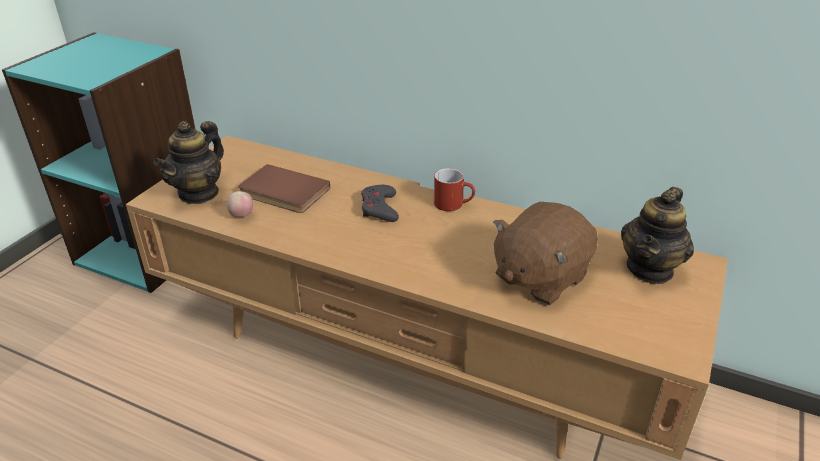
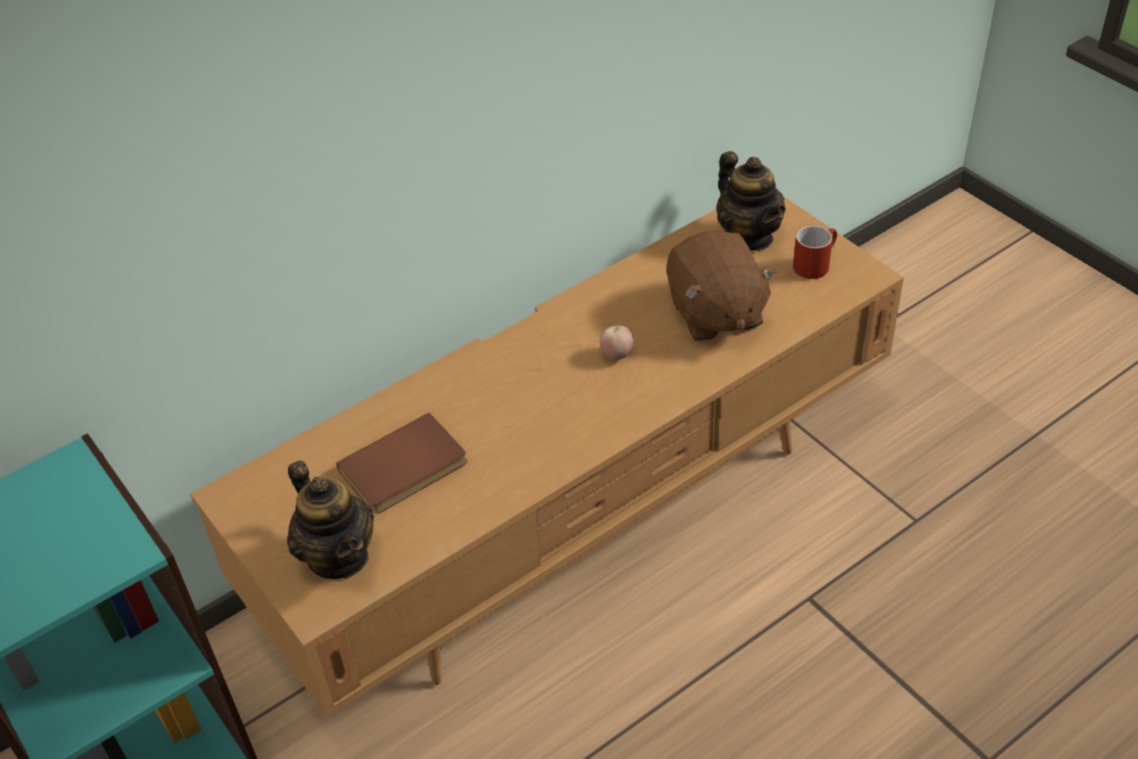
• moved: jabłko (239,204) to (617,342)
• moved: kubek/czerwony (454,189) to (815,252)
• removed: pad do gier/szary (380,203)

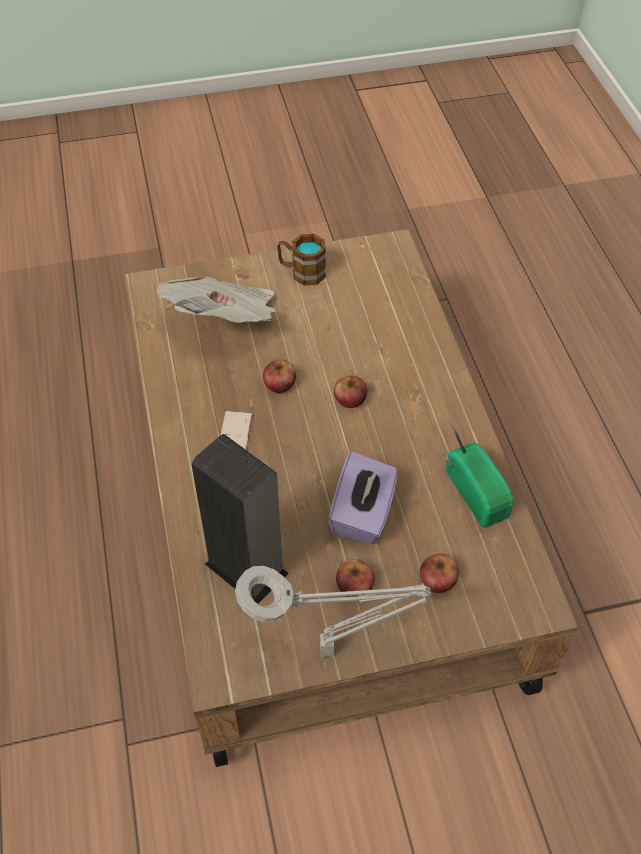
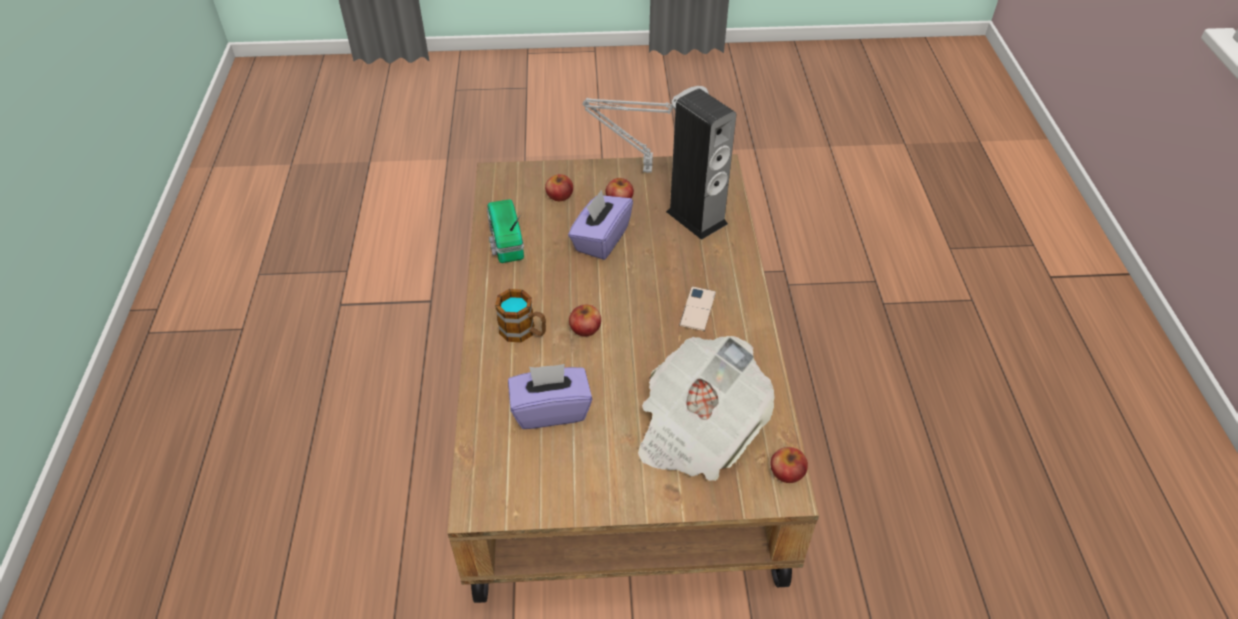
• moved: kubek (301,260) to (520,315)
• added: pudełko chusteczek/fioletowy (550,396)
• moved: jabłko (279,376) to (789,465)

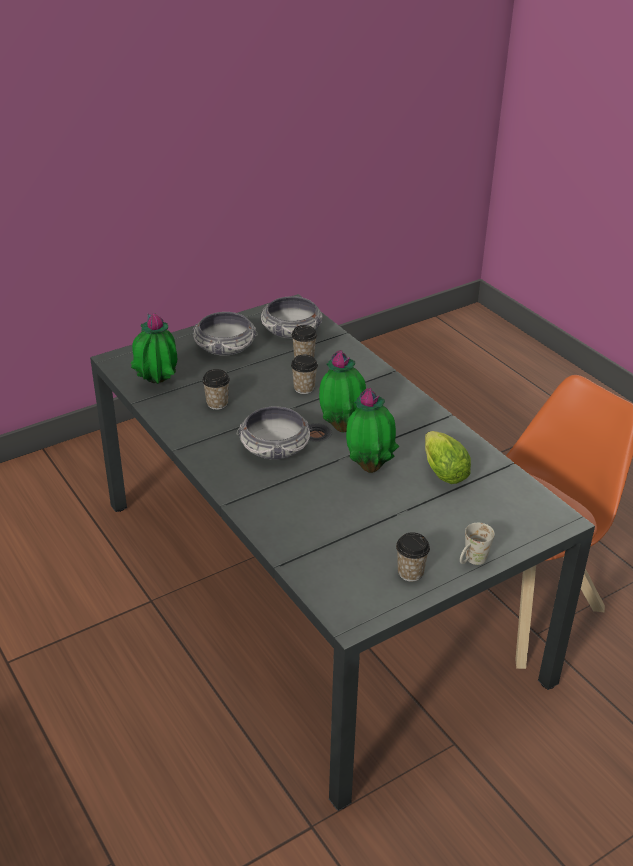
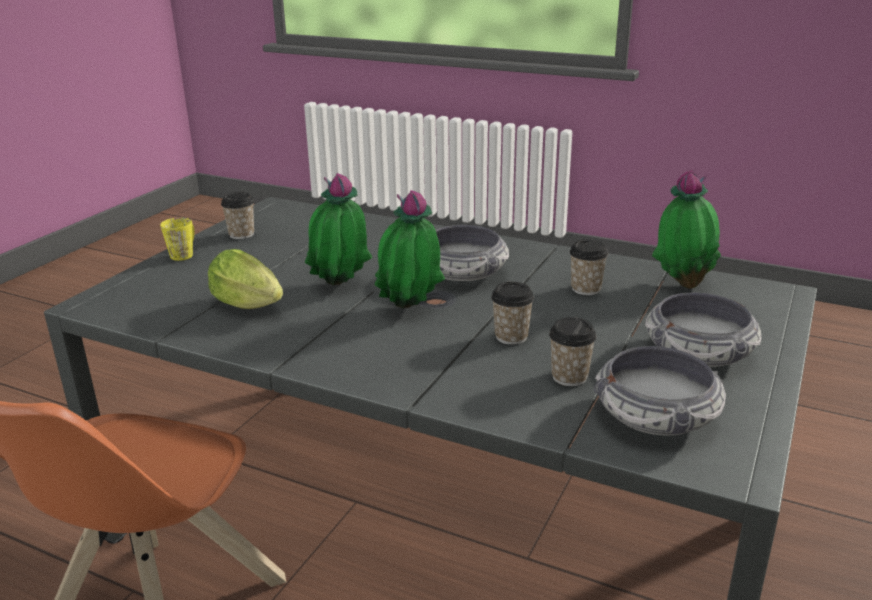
• recoloured: kubek/biały (477,544) to kubek/żółty (177,239)

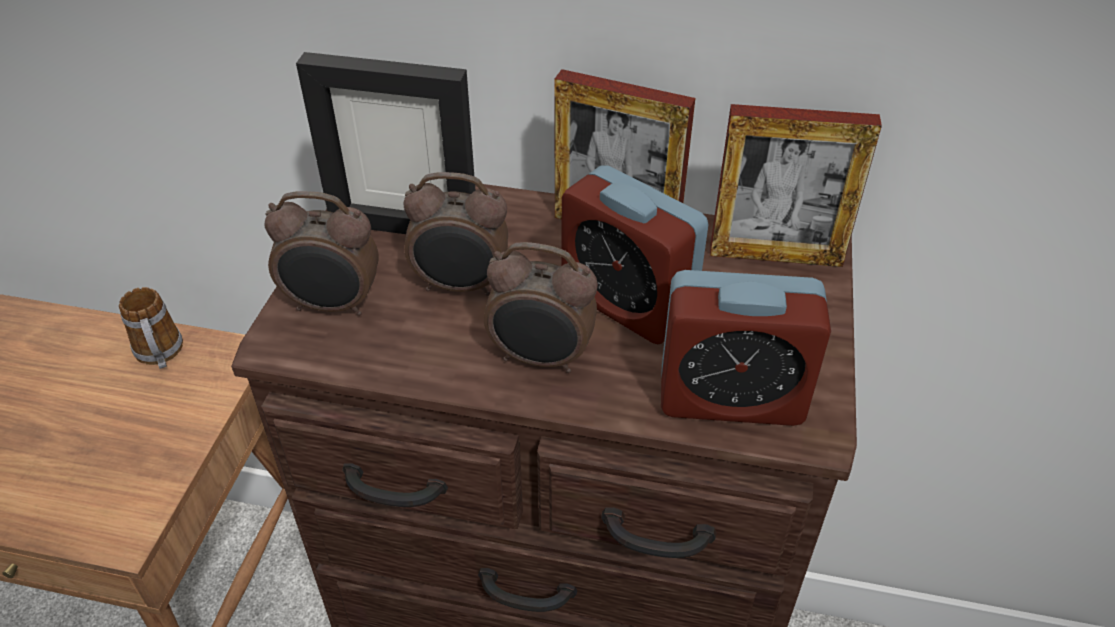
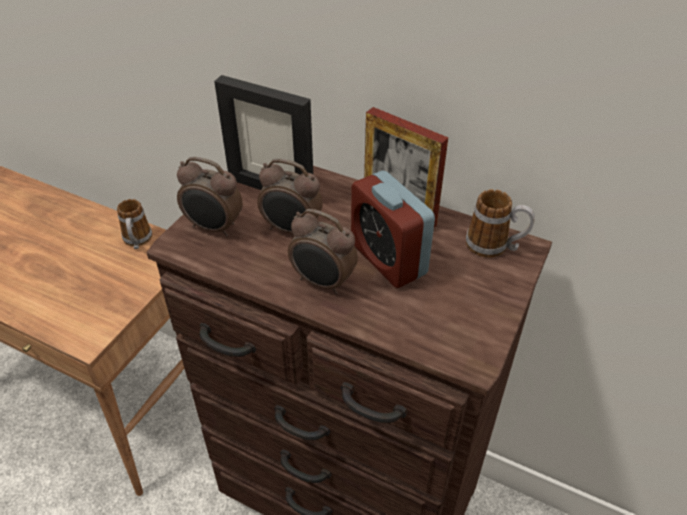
• replaced: ramka na zdjęcie (796,185) to kubek (500,223)
• removed: budzik (746,348)

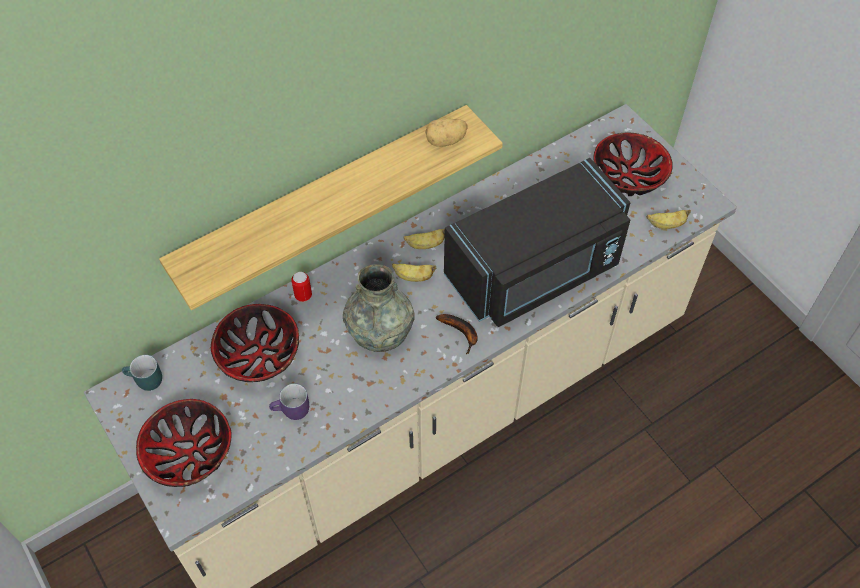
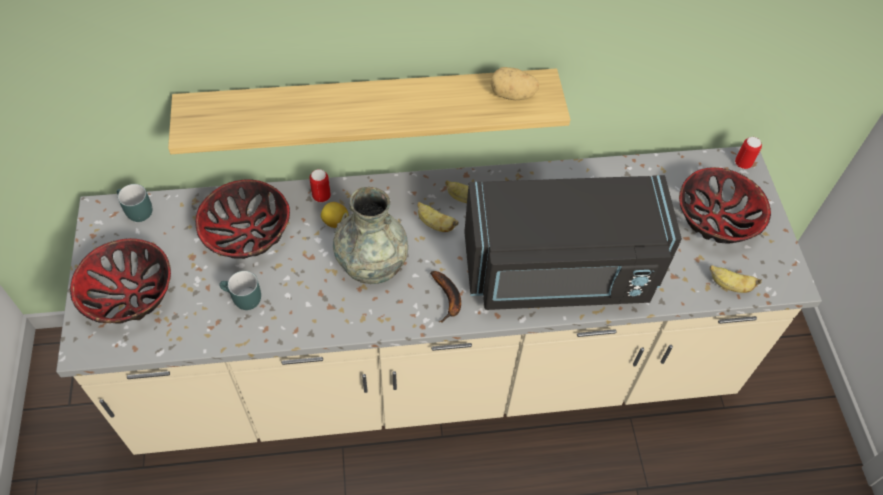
• recoloured: kubek/fioletowy (289,401) to kubek/turkusowy (240,290)
• added: cytryna (334,215)
• added: puszka (748,153)

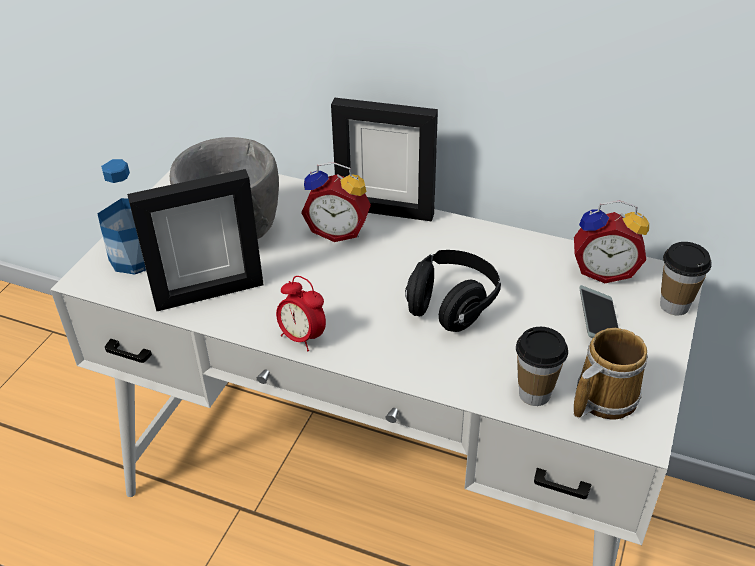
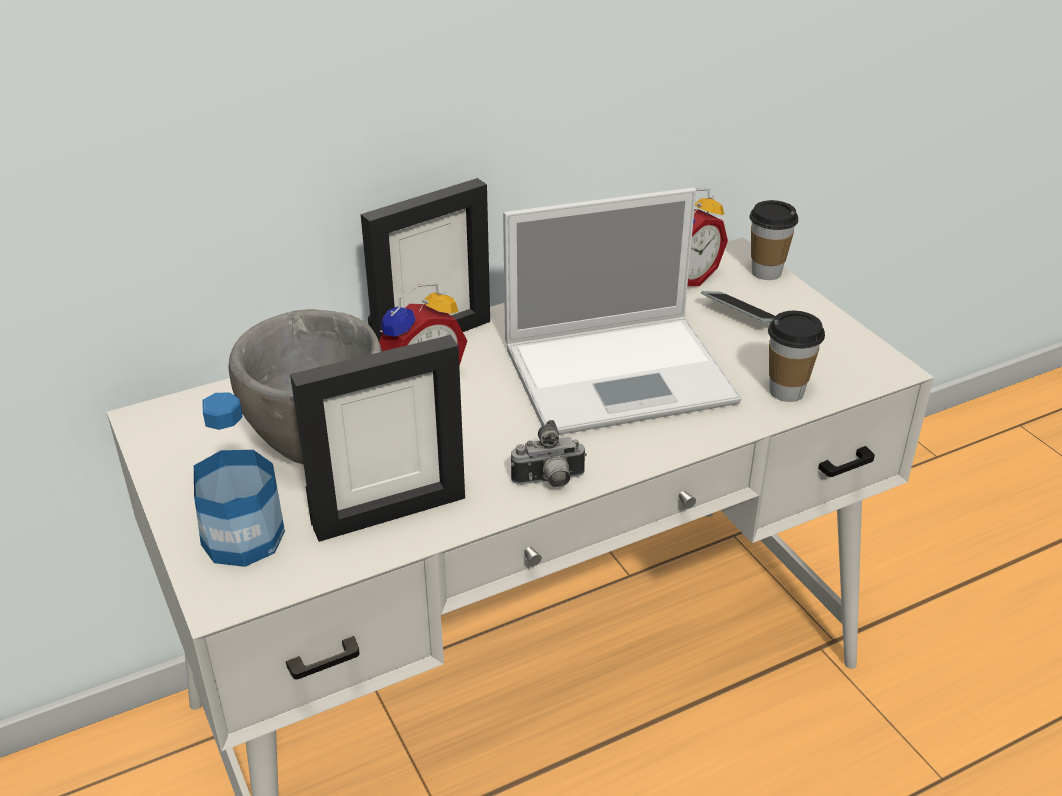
• turned: ramka na zdjęcie (195,240) = (377,438) 45 degrees clockwise
• replaced: słuchawki/czarny (453,291) to laptop (622,311)
• replaced: budzik (301,313) to aparat fotograficzny (548,454)
• removed: kubek (611,374)

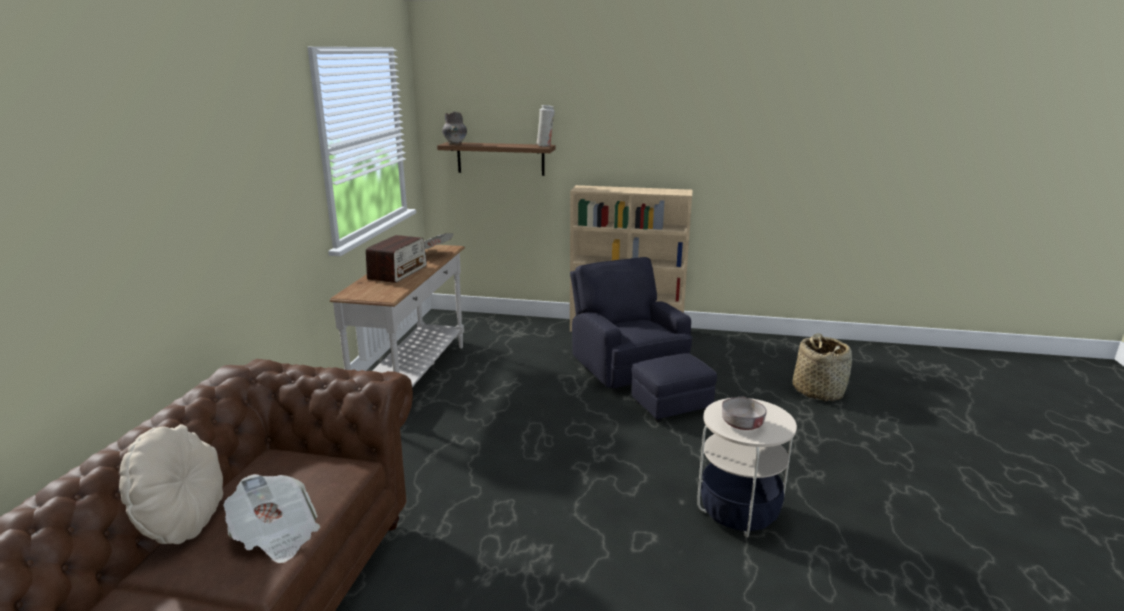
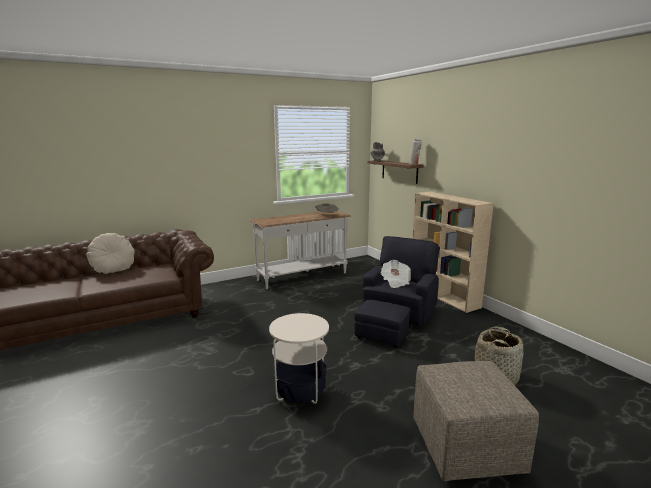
• moved: gazeta (271,518) to (396,274)
• added: pufa/beżowy (476,421)
• removed: radio (396,259)
• removed: miska/szary (744,413)

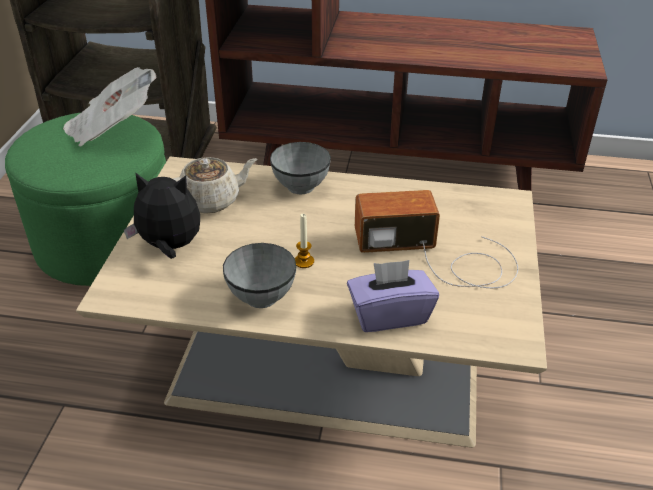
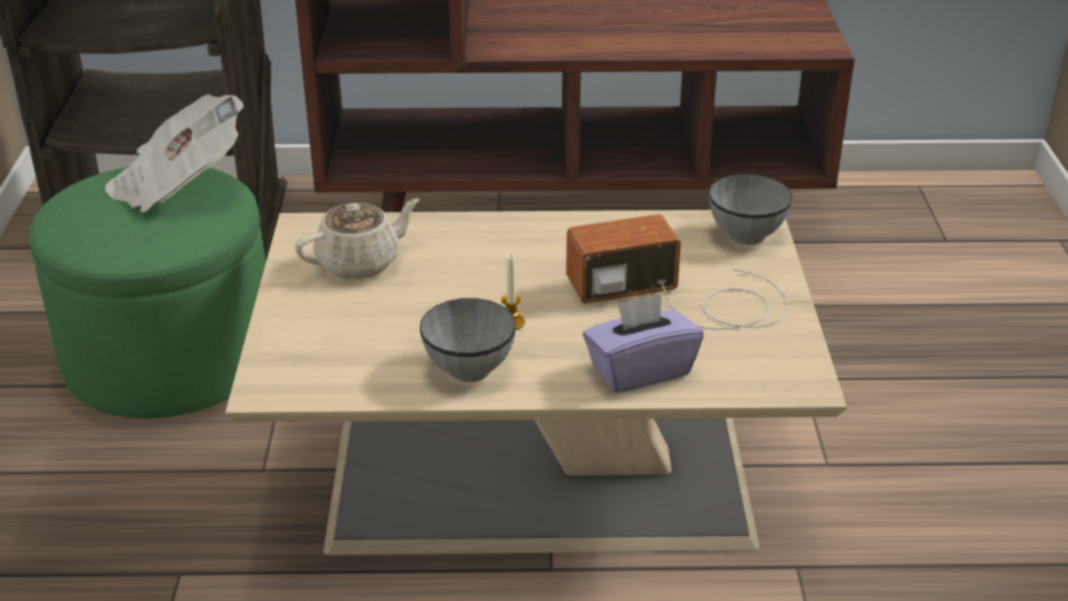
• moved: miska/szary (300,168) to (750,209)
• removed: pluszak (162,215)

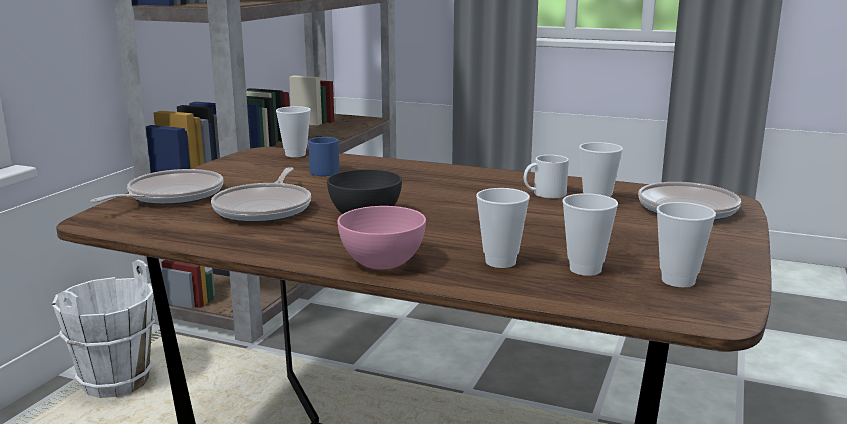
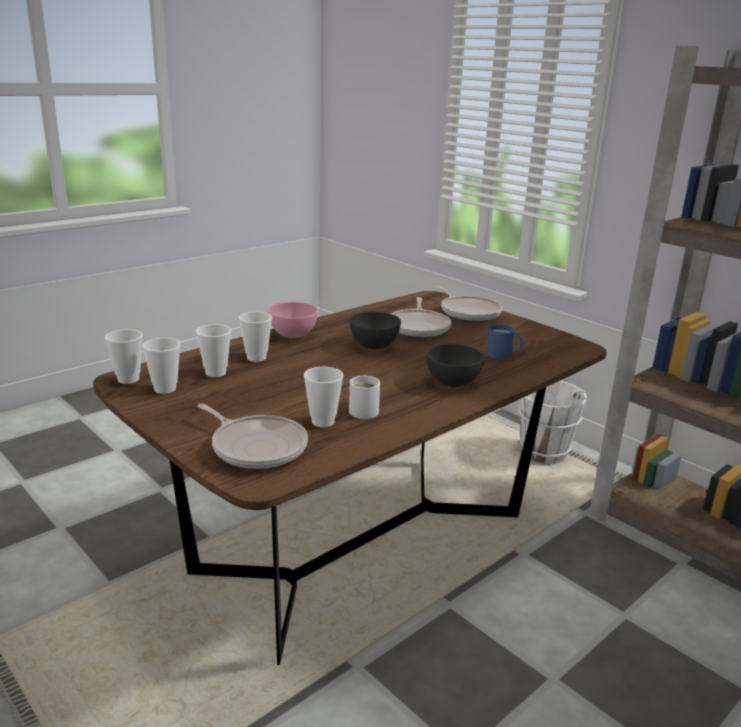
• moved: filiżanka (293,131) to (124,356)
• turned: patelnia (261,195) = (421,317) 120 degrees counterclockwise
• added: miska/szary (455,365)

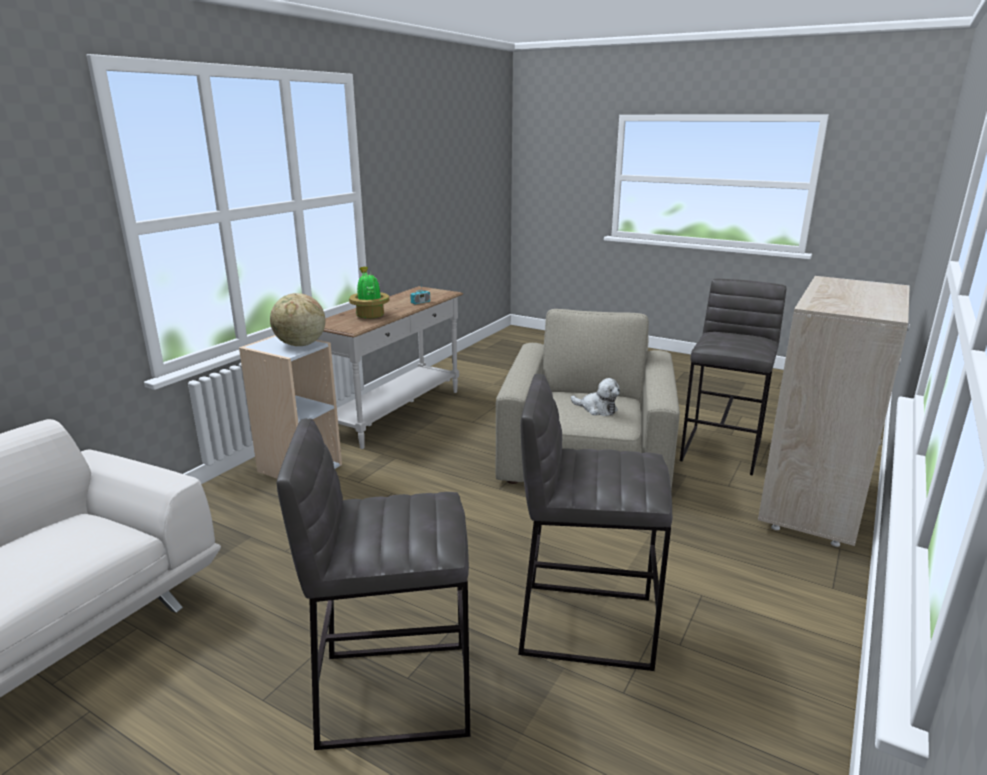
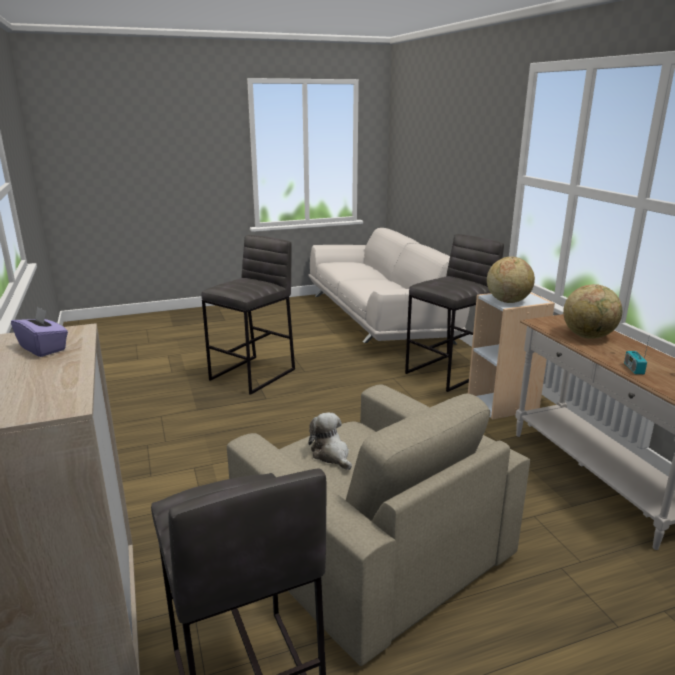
• added: pudełko chusteczek/fioletowy (39,331)
• turned: pluszak (595,397) = (330,441) 75 degrees clockwise
• moved: stołek/szary (595,522) to (454,313)
• replaced: roślina doniczkowa (369,292) to globus (592,311)

